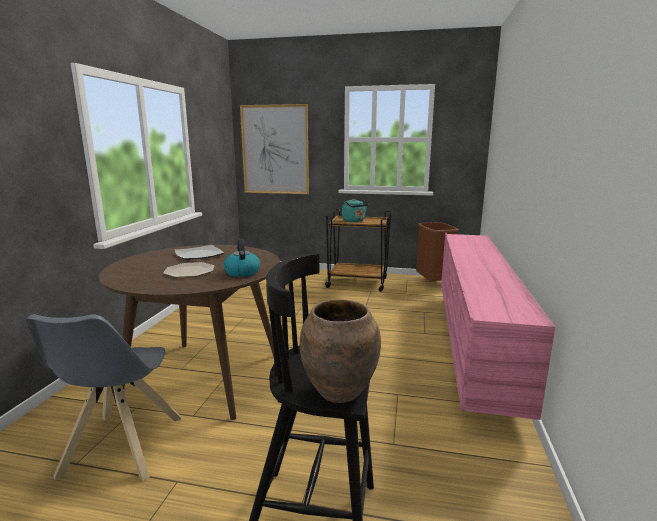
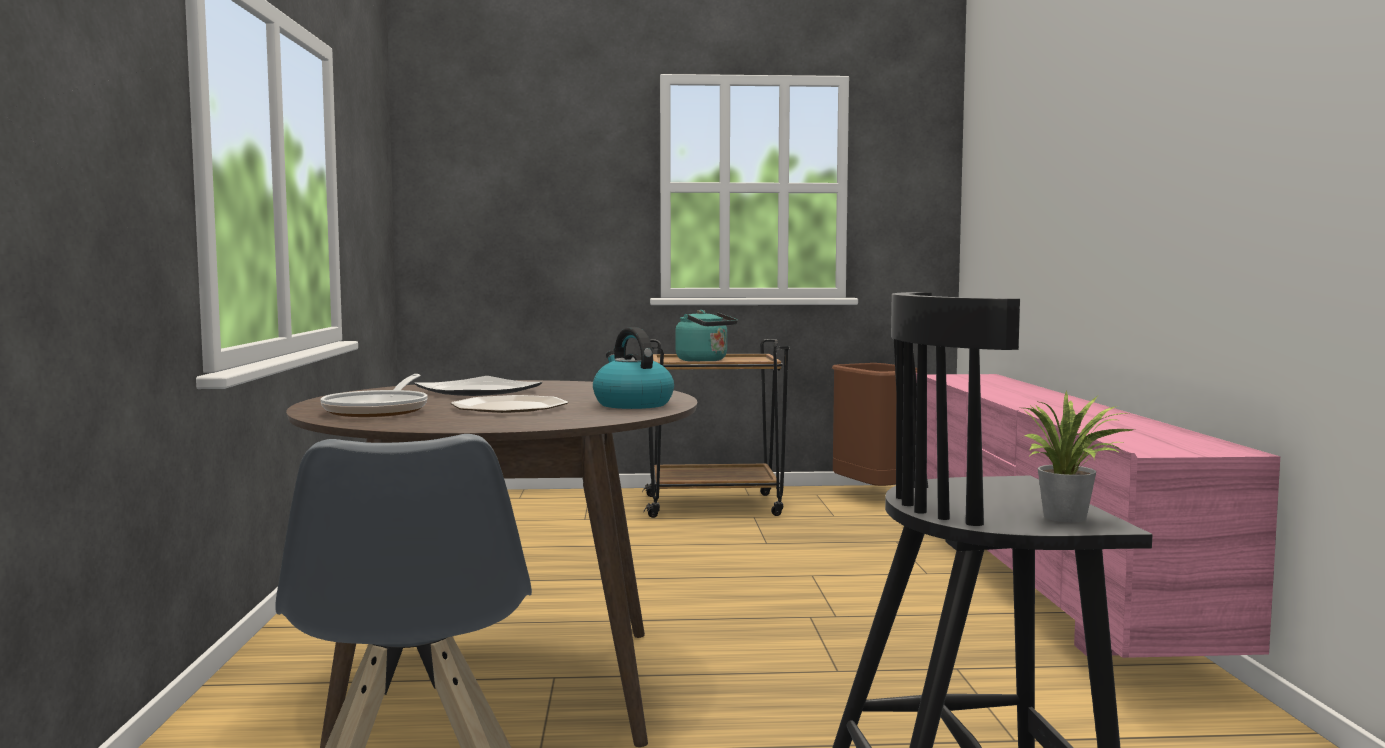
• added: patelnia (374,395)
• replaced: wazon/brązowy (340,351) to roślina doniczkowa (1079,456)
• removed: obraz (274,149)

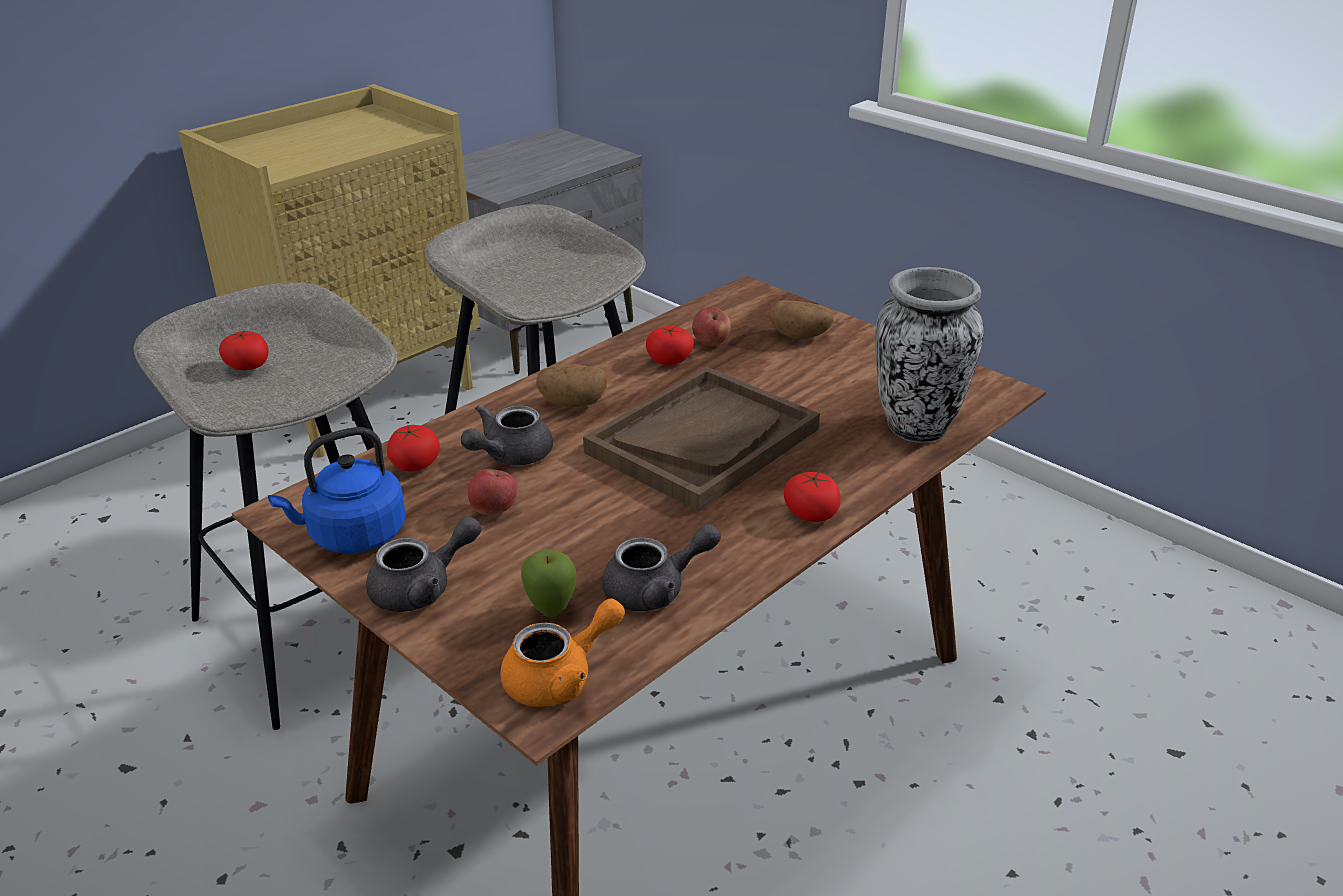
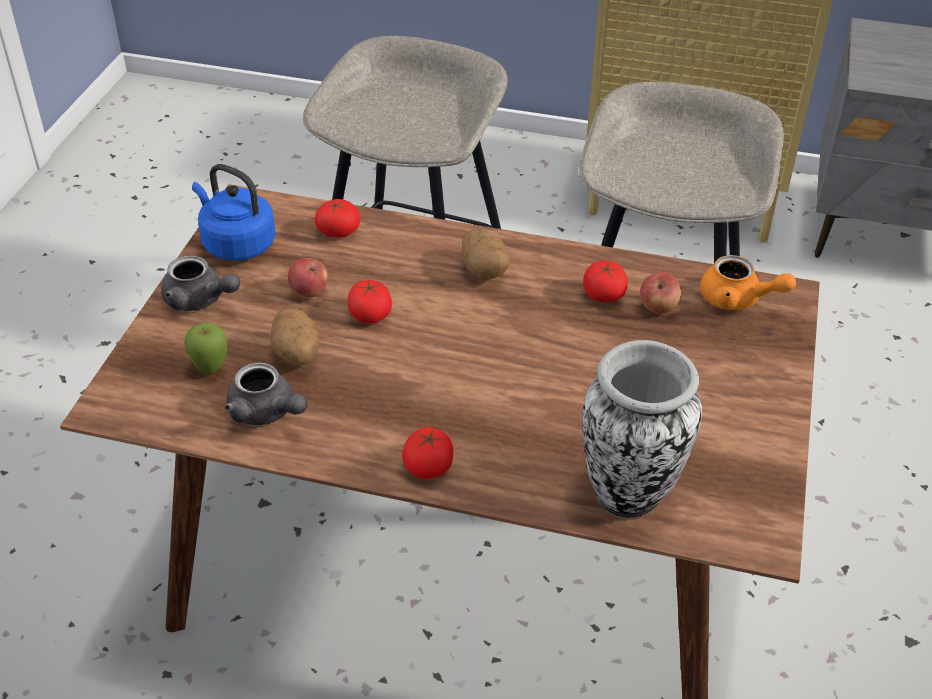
• moved: ziemniak (801,320) to (295,337)
• moved: pomidor (244,350) to (370,302)
• moved: imbryk/pomarańczowy (562,652) to (748,282)
• removed: imbryk/szary (507,434)
• removed: taca/brązowy (701,439)

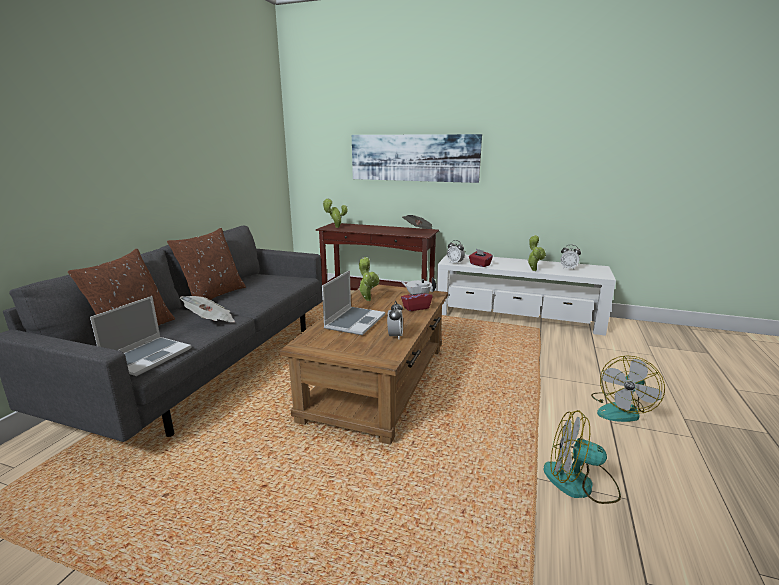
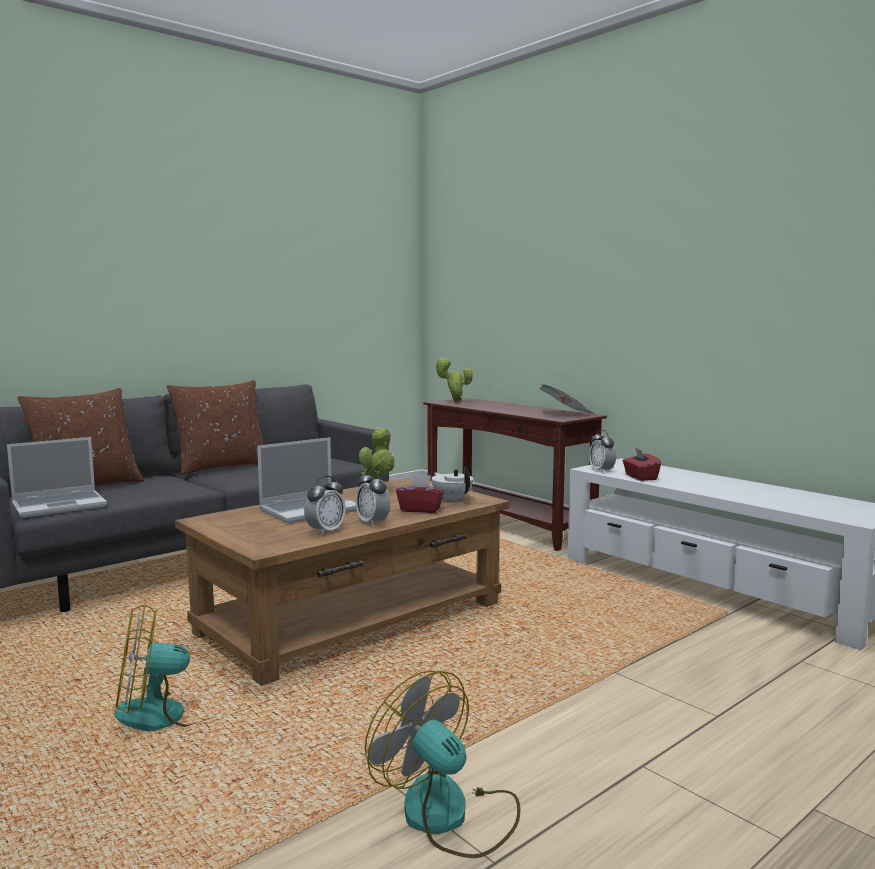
• moved: wentylator (628,388) to (167,667)
• moved: budzik (571,257) to (373,498)
• removed: gazeta (207,309)
• removed: obraz (417,158)
• removed: roślina doniczkowa (536,253)

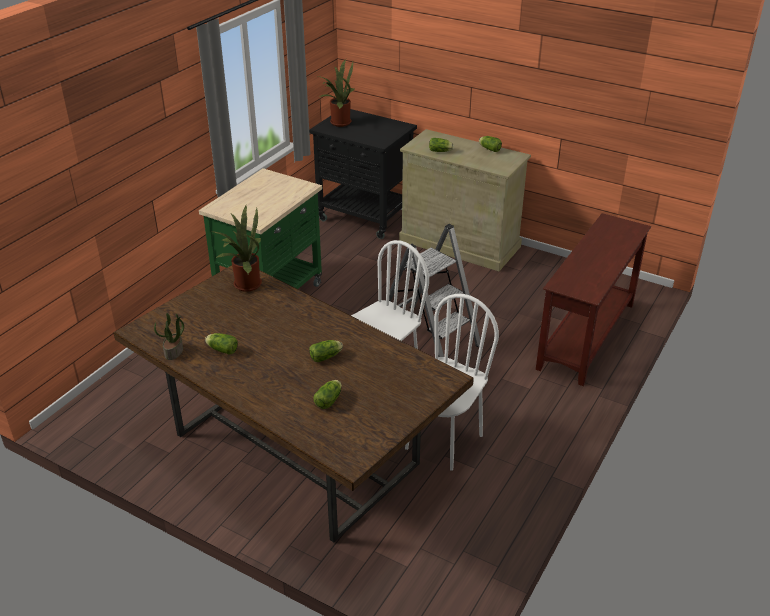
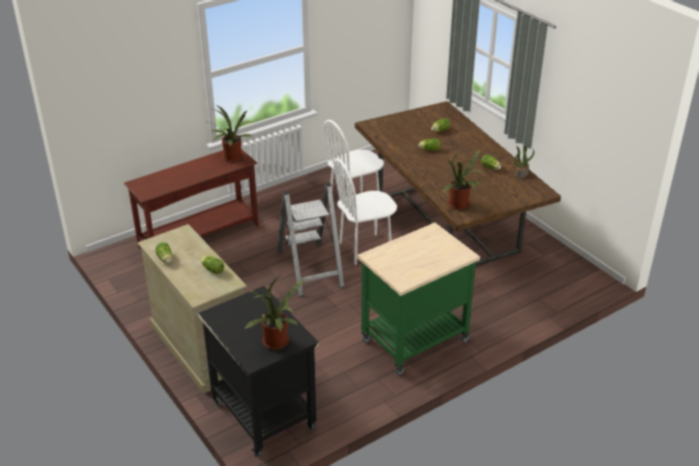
• added: roślina doniczkowa (231,133)

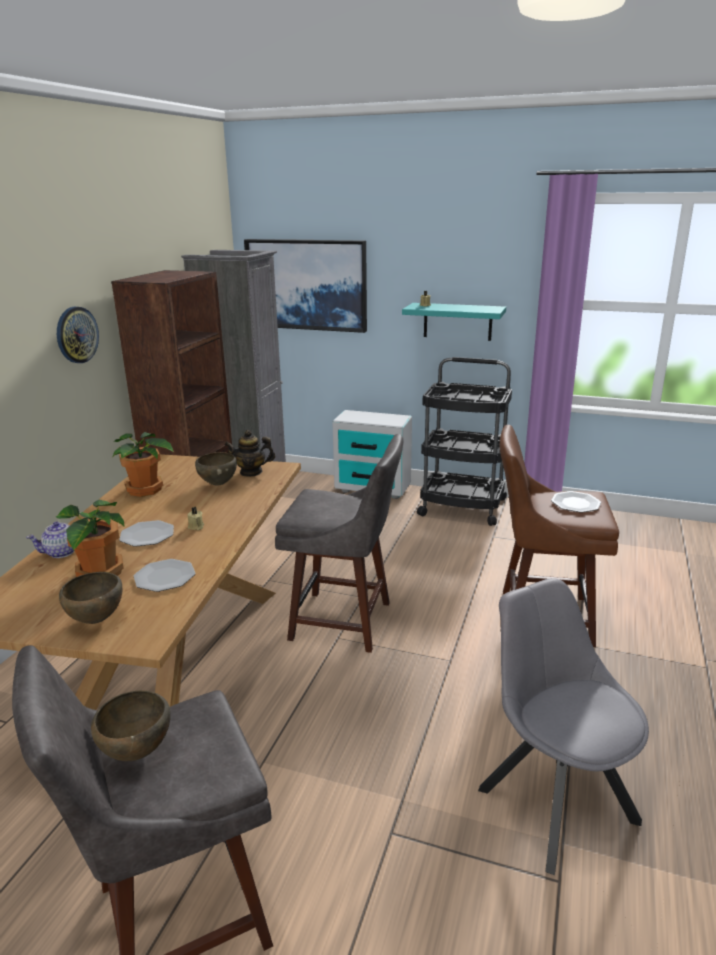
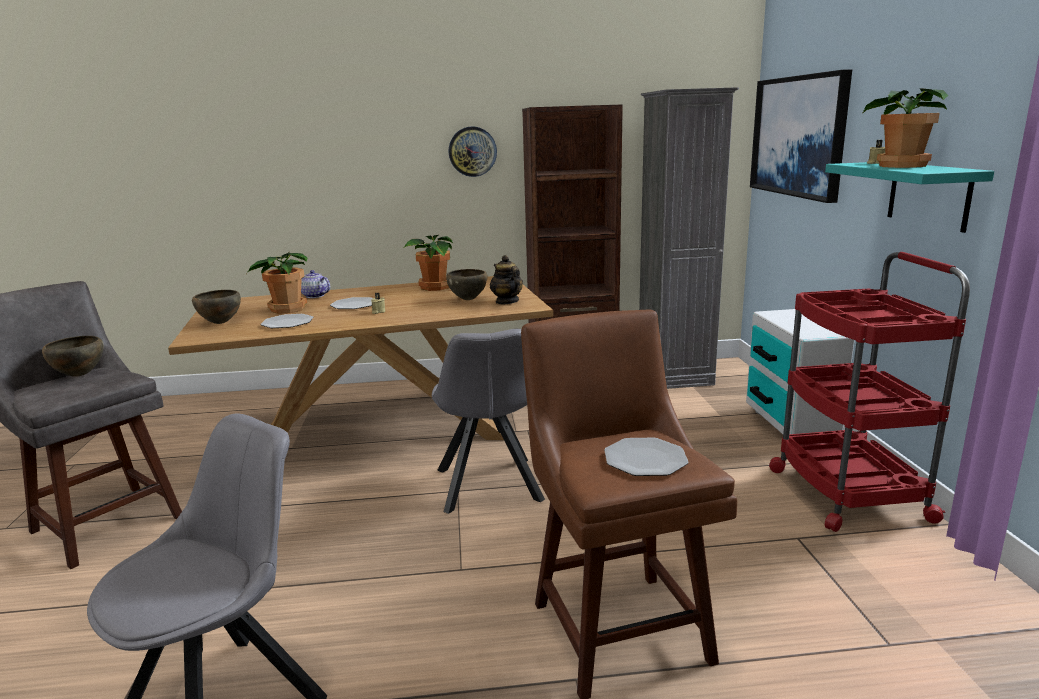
• replaced: stołek/szary (339,543) to krzesło/szary (488,421)
• recoloured: wózek/czarny (464,441) to wózek/czerwony (869,392)
• added: roślina doniczkowa (905,128)

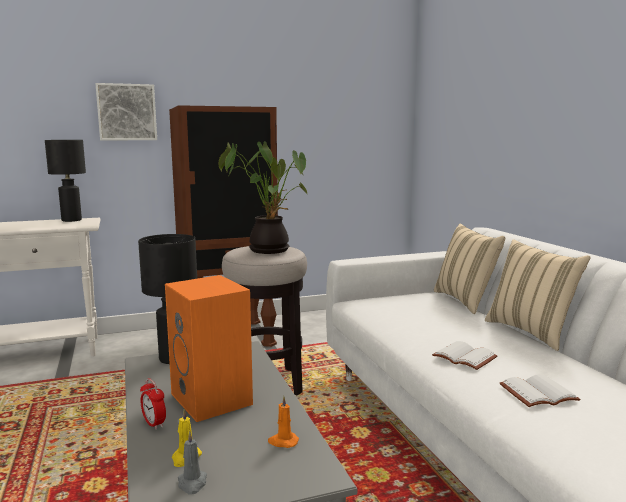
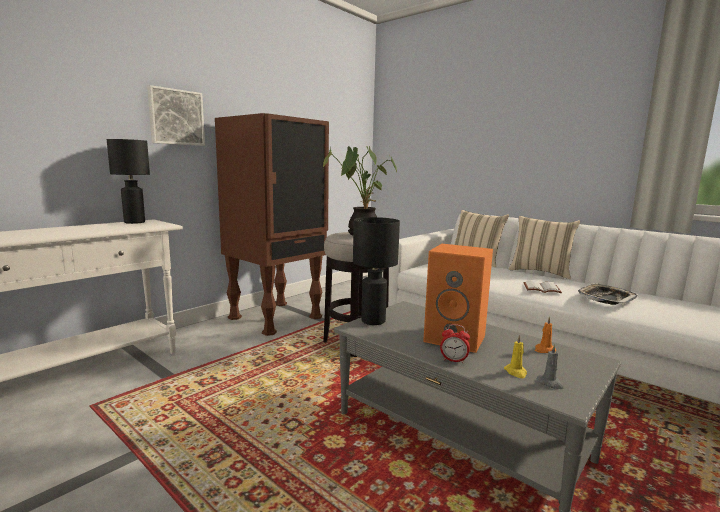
• replaced: książka/biały (540,390) to taca (607,294)

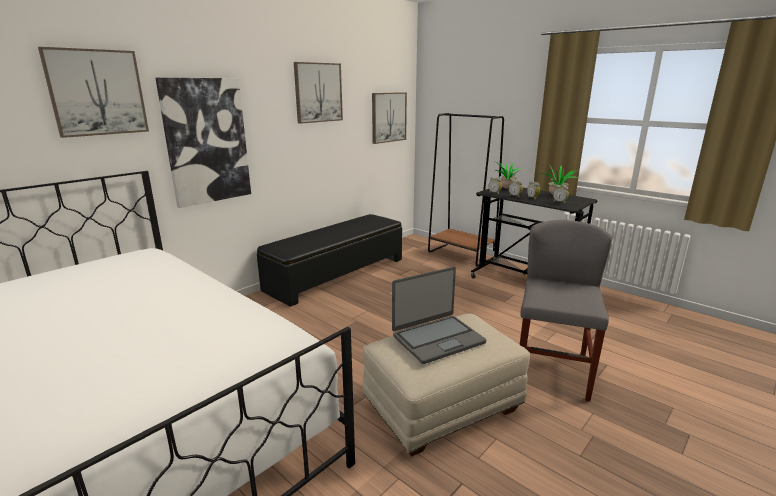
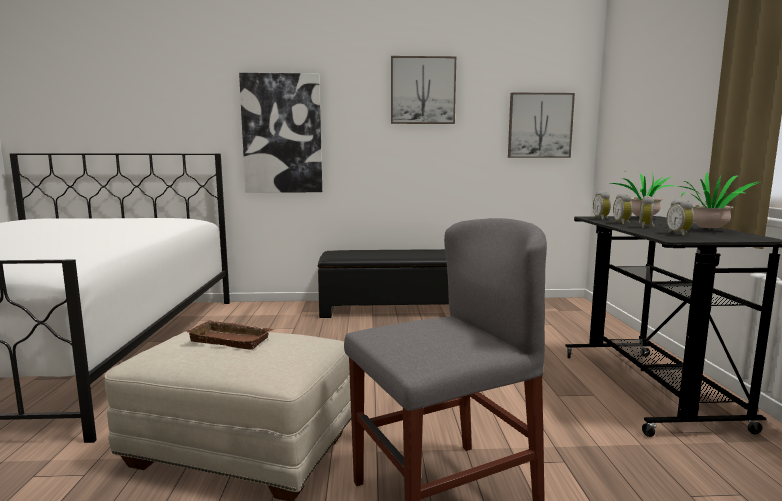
• replaced: laptop (439,315) to taca/brązowy (229,335)
• removed: obraz (93,92)
• removed: wieszak (466,190)

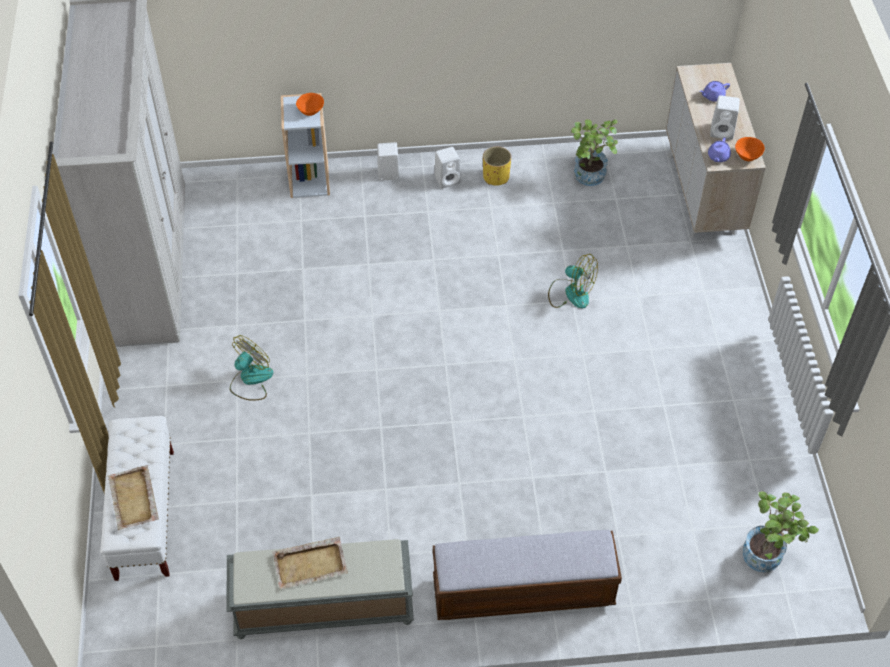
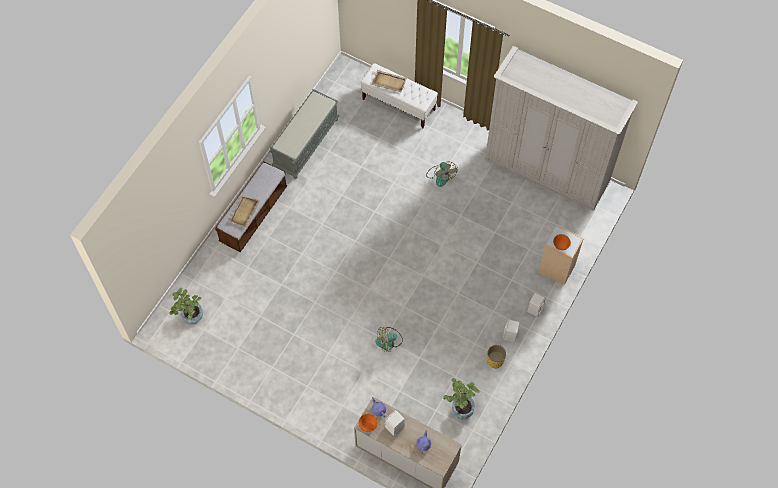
• moved: taca/beżowy (310,563) to (244,211)

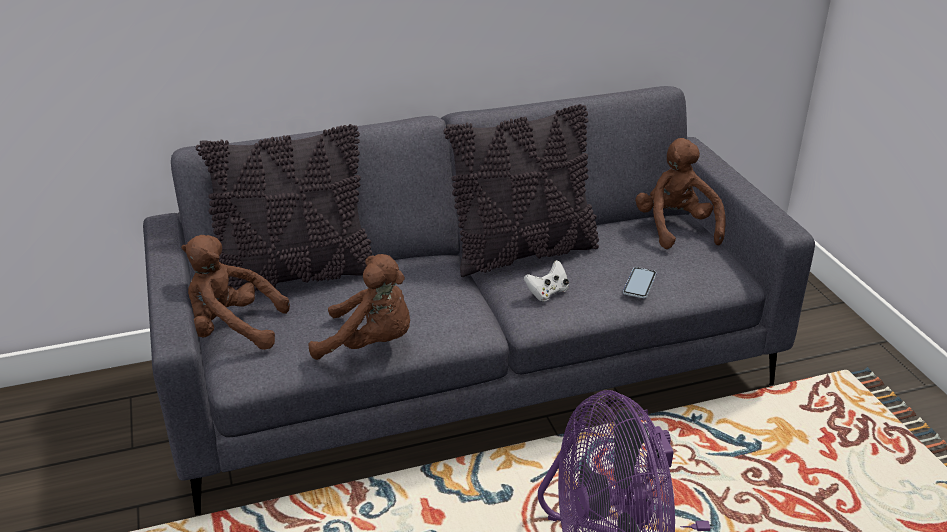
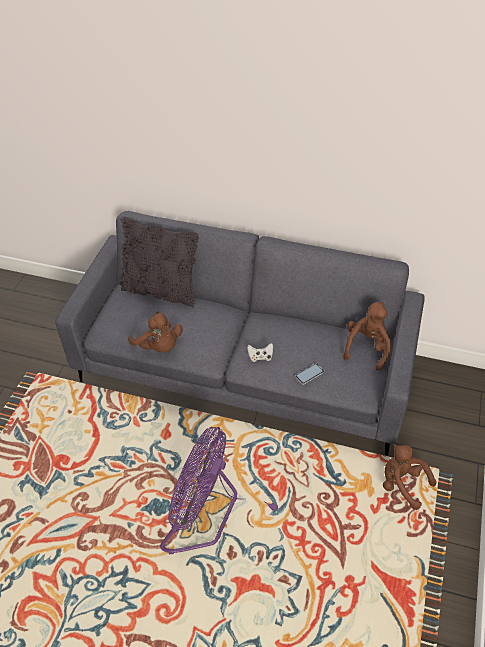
• moved: pluszak/brązowy (235,292) to (410,477)
• removed: poduszka/czarny (521,190)

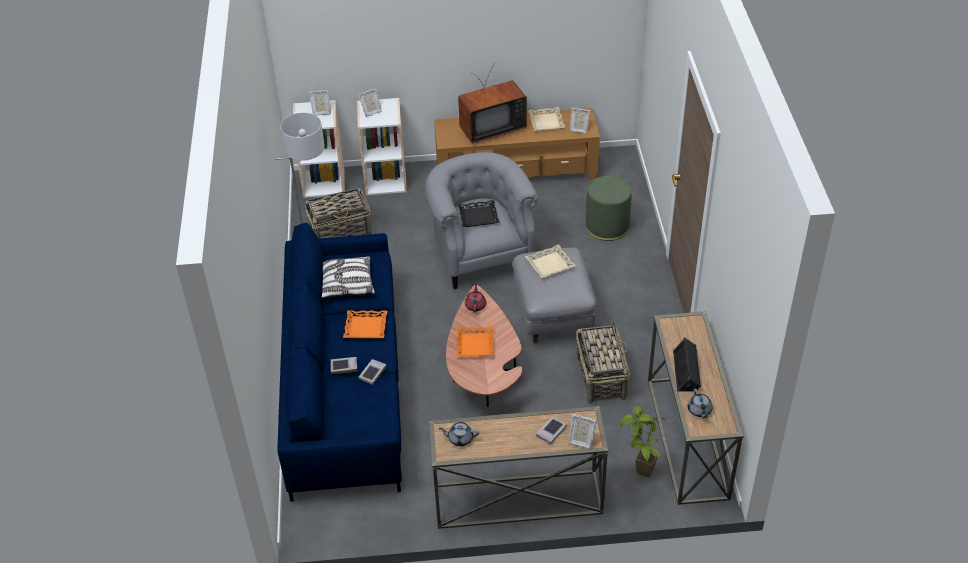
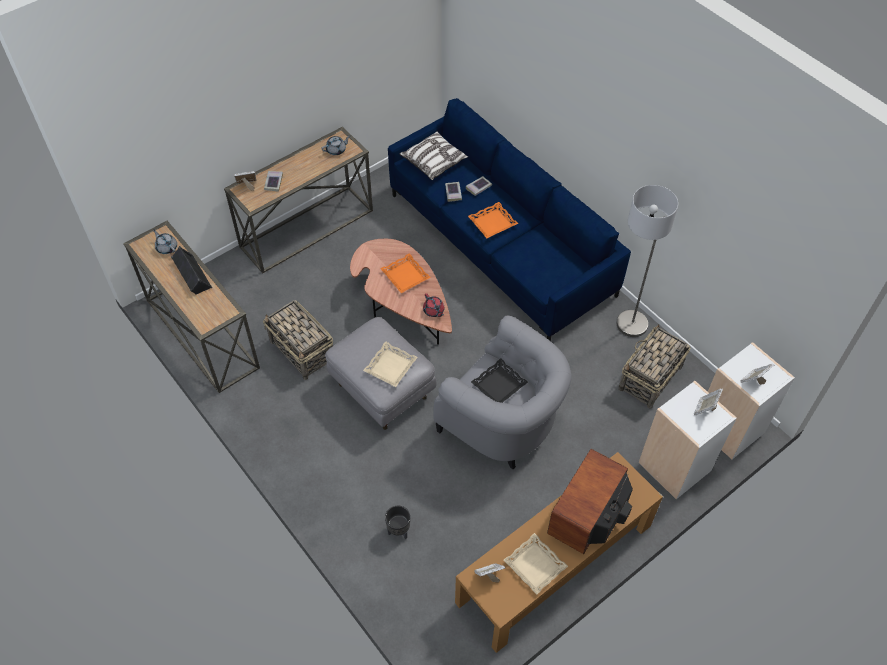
• replaced: pufa/zielony (609,208) to donica/czarny (397,522)
• moved: poduszka (348,277) to (433,155)
• removed: roślina doniczkowa (643,442)

